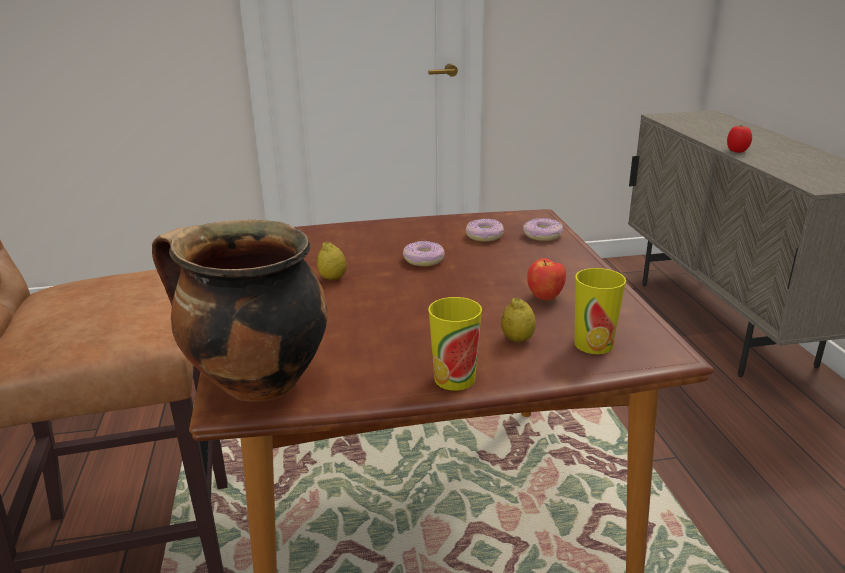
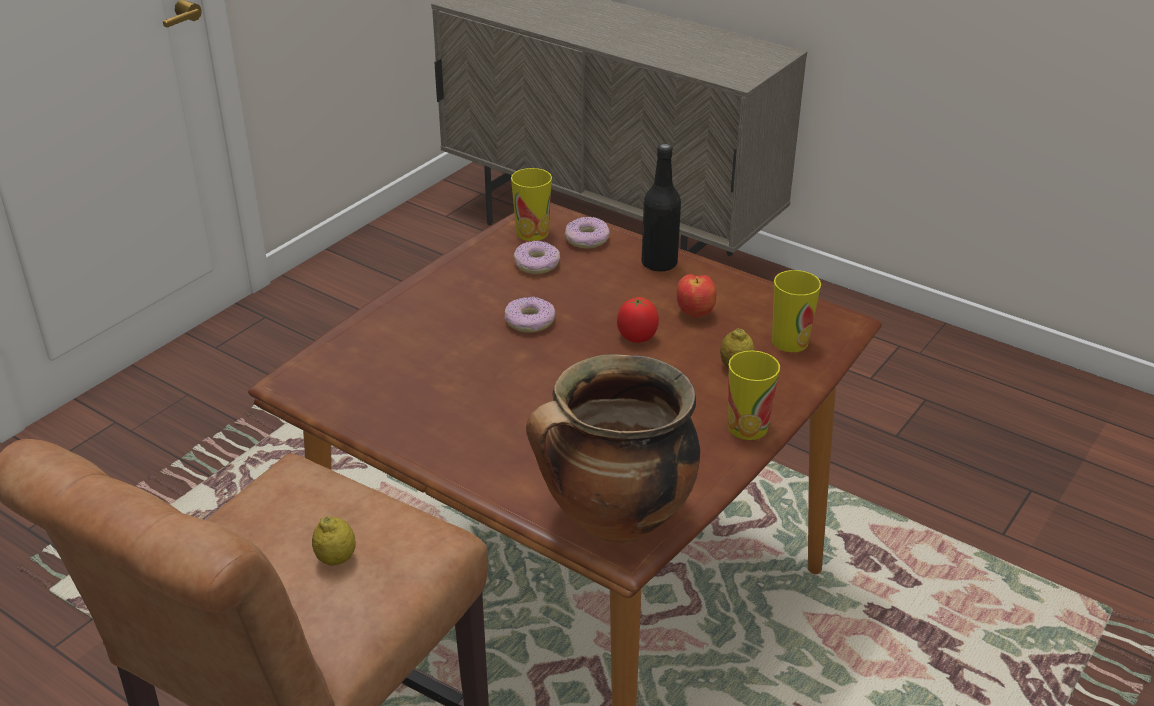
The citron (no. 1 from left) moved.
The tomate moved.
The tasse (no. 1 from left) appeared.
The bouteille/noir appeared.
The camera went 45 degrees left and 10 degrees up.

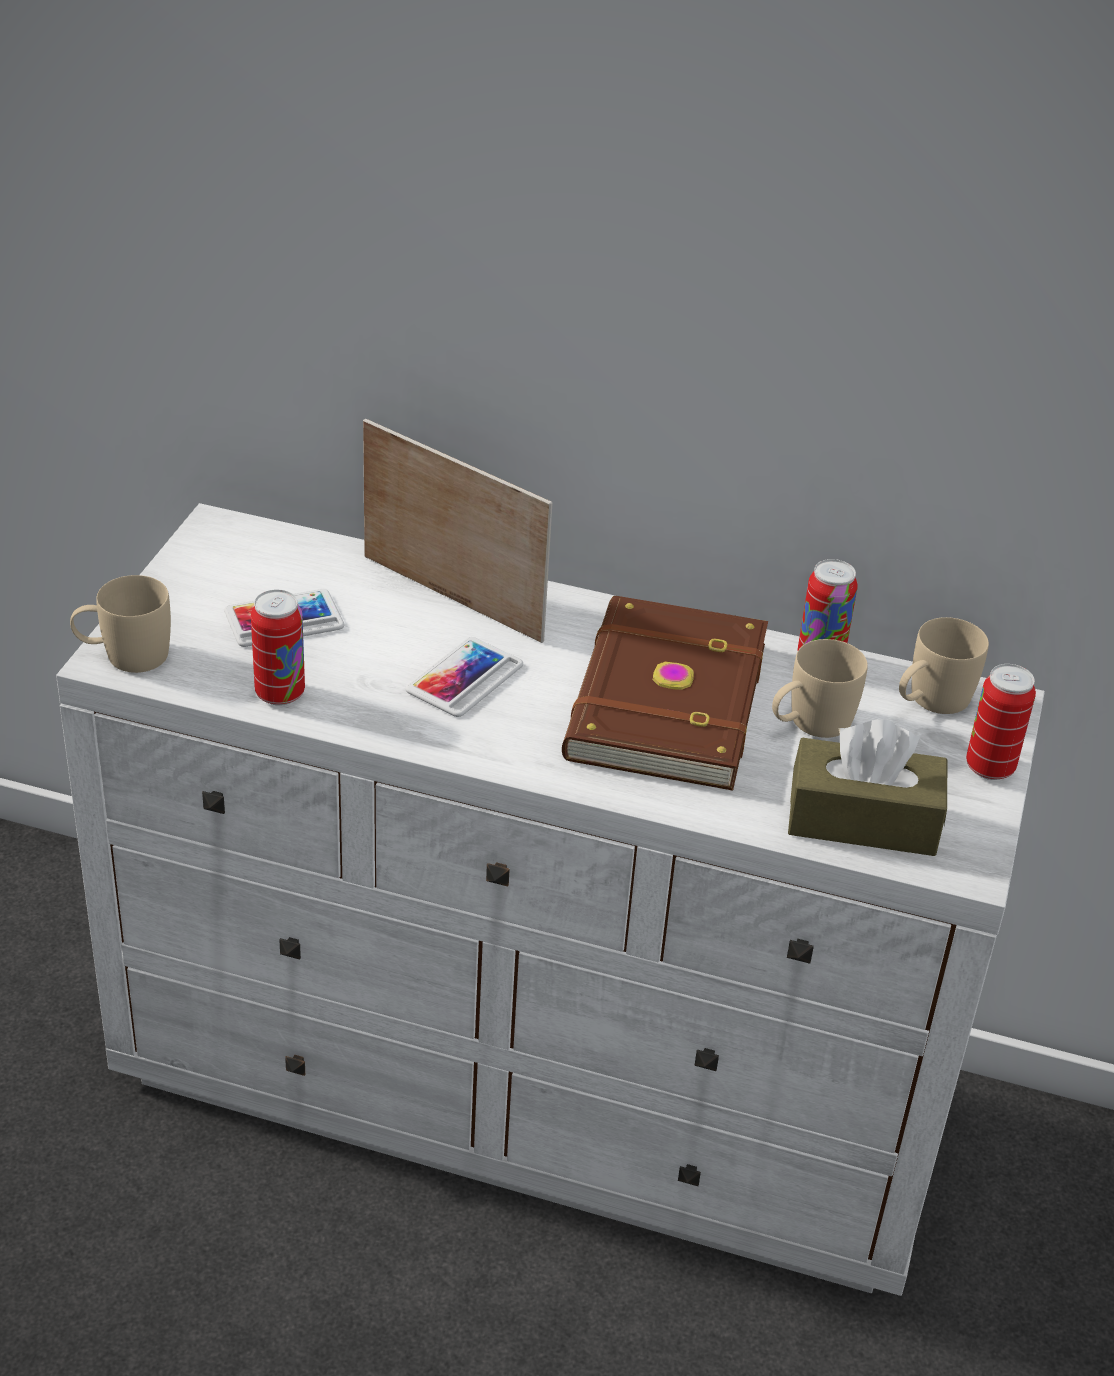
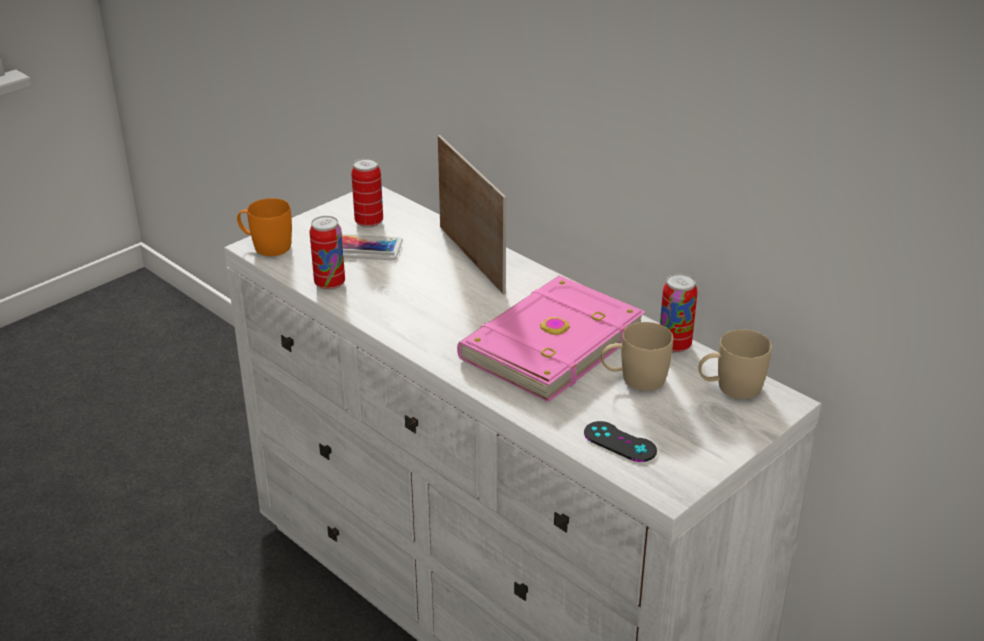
The mug/beige (no. 1 from left) became the mug/orange.
The téléphone (no. 2 from left) disappeared.
The livre/marron became the livre/rose.
The boîte à mouchoirs/marron was replaced by the manette/noir.
The boîte métallique (no. 3 from left in the first image) moved.
The camera went 30 degrees right and 5 degrees down.

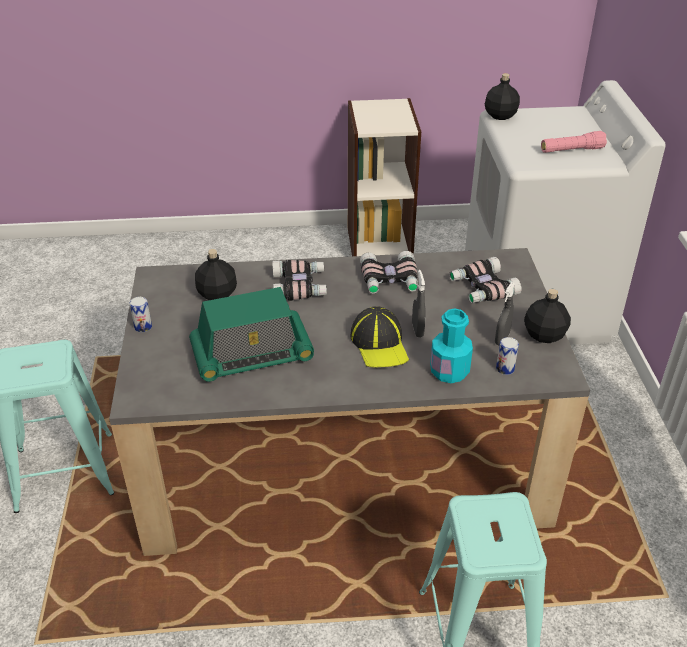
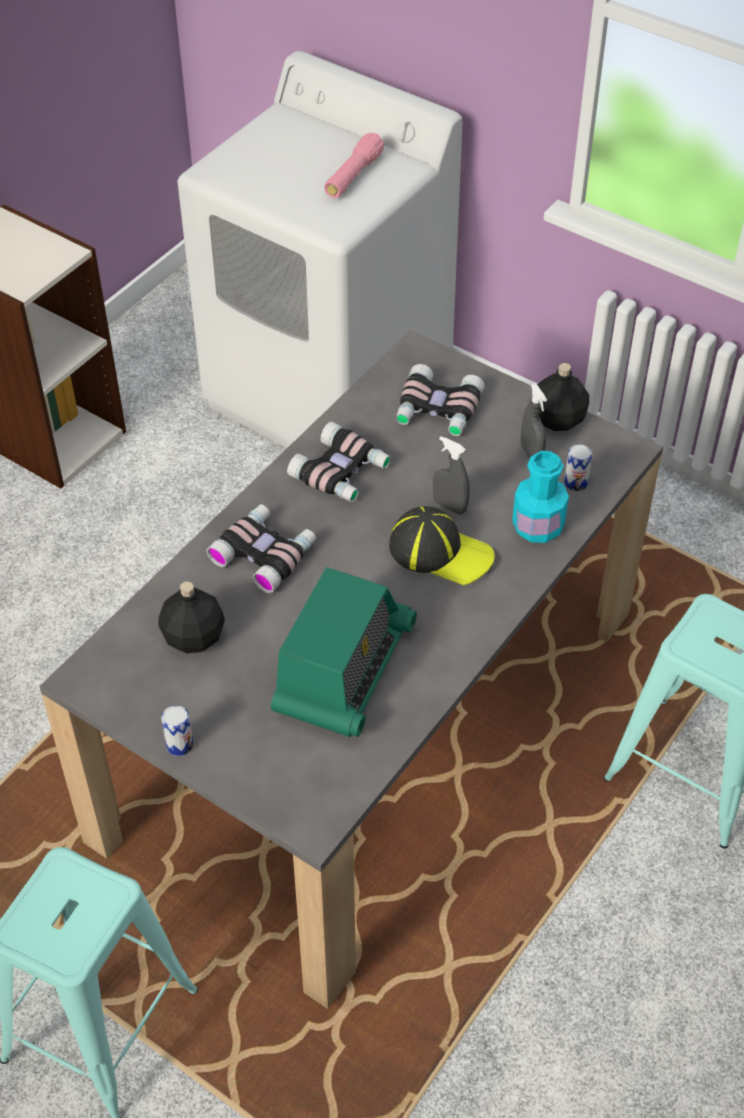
The bouteille/noir (no. 2 from left) disappeared.
The camera went 50 degrees left and 10 degrees up.

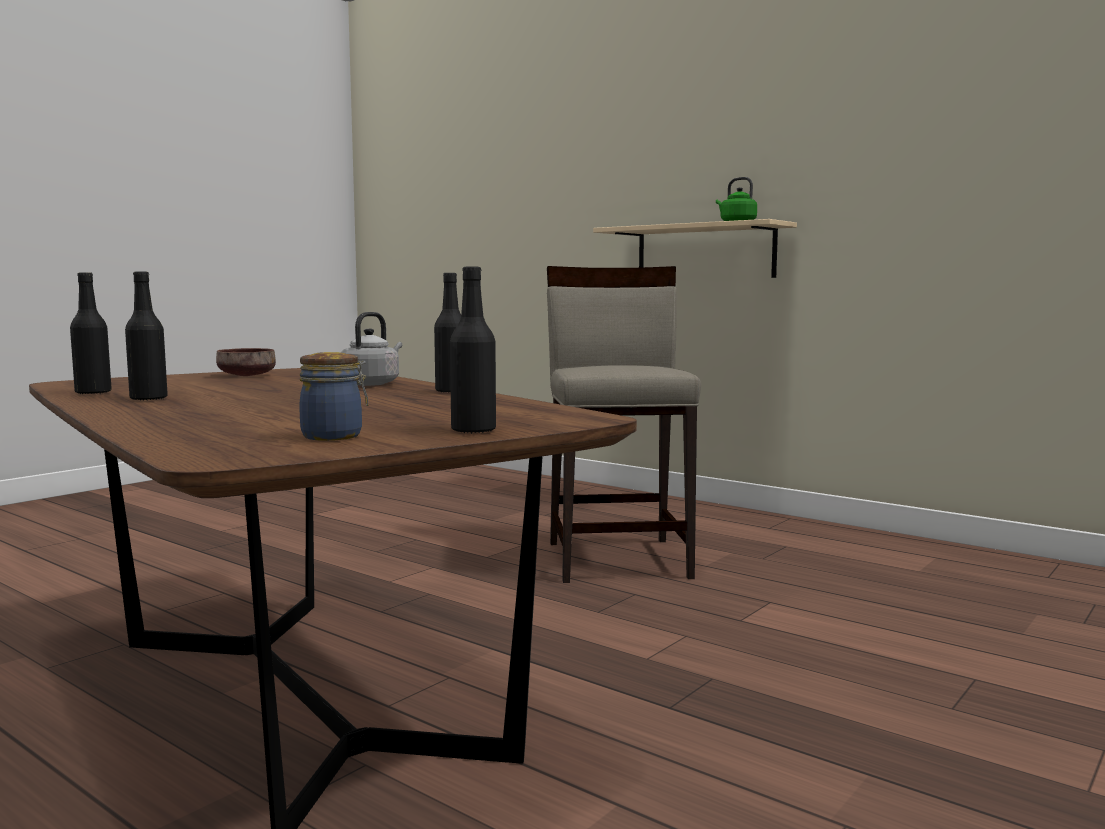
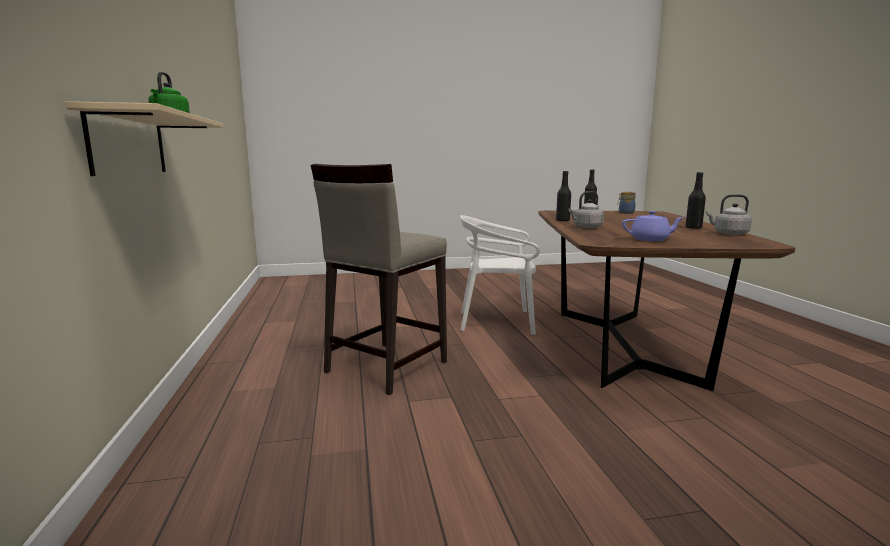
The bouteille/noir (no. 1 from left) was replaced by the bouilloire/gris (no. 2 from left).
The bol/marron was replaced by the théière/violet.
The chaise/blanc appeared.
The camera went 140 degrees left and 5 degrees up.

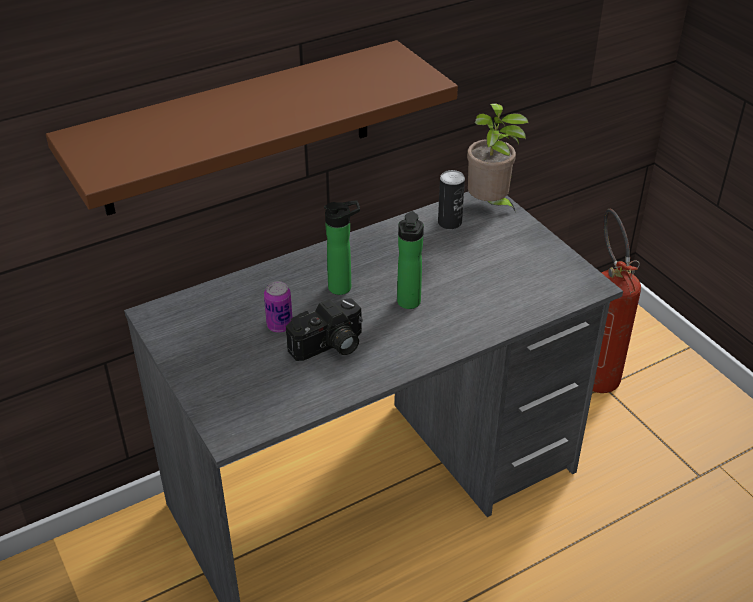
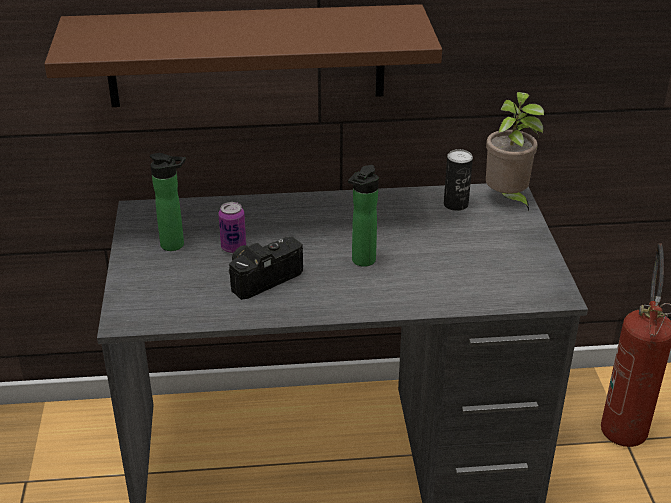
The appareil photo turned 150 degrees clockwise.
The bouteille (no. 1 from left) moved.
The camera went 25 degrees right and 5 degrees down.

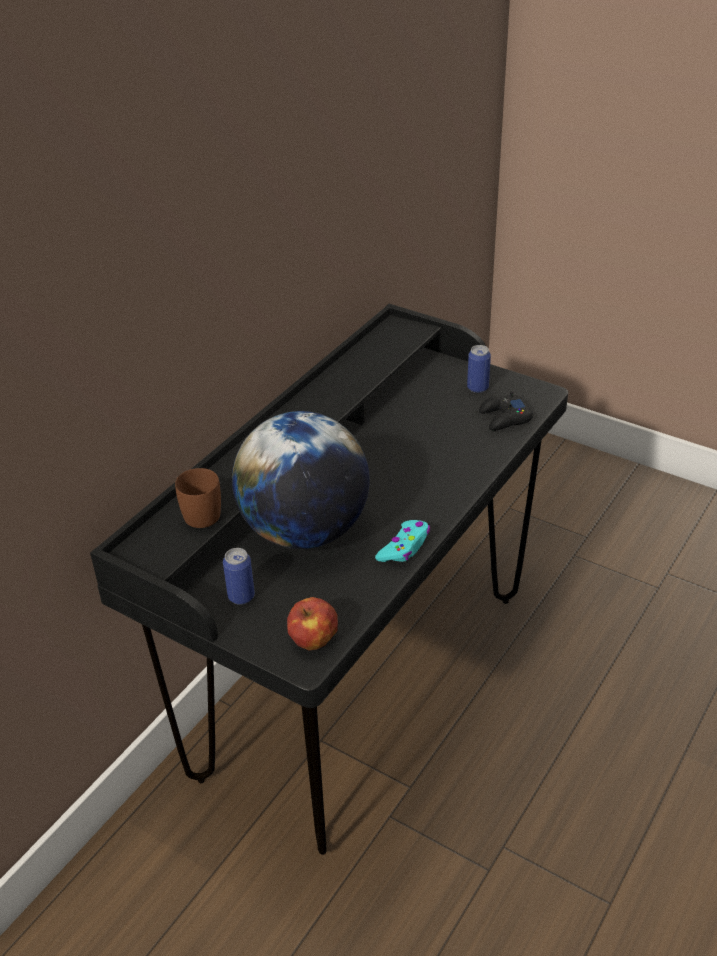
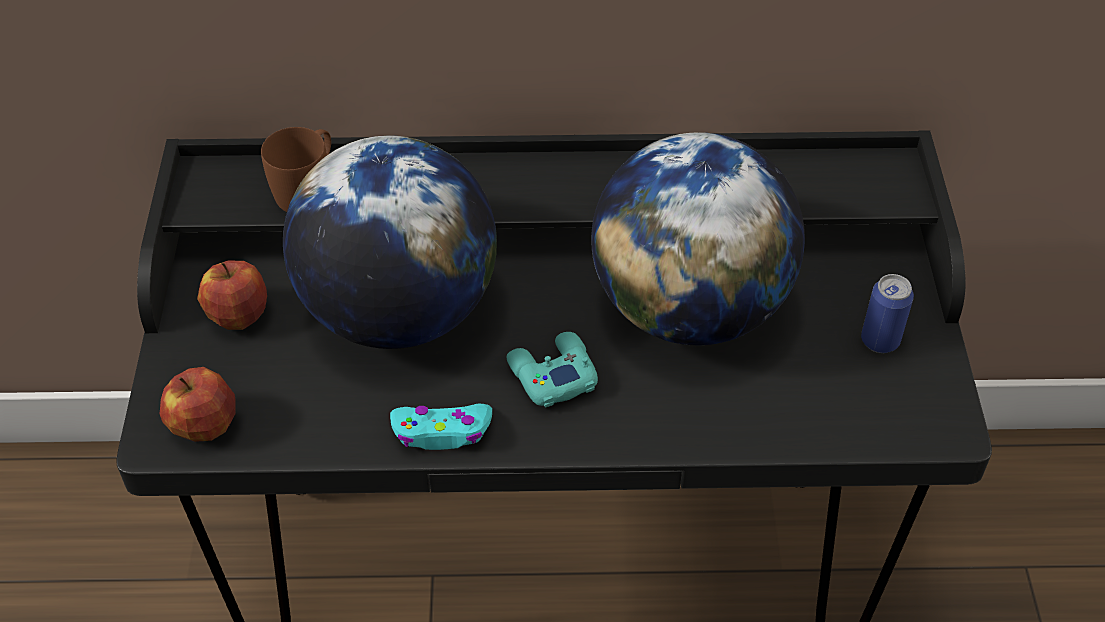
The boîte métallique (no. 1 from left) was replaced by the pomme (no. 2 from left).
The manette/noir disappeared.
The manette/turquoise (no. 2 from left) appeared.
The globe (no. 2 from left) appeared.
The camera went 55 degrees right and 10 degrees up.

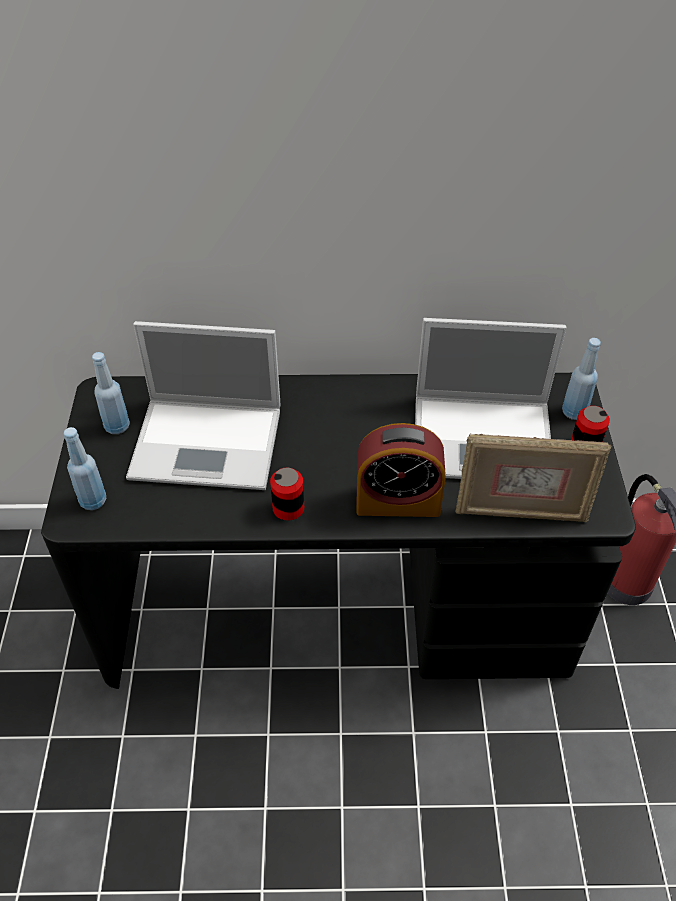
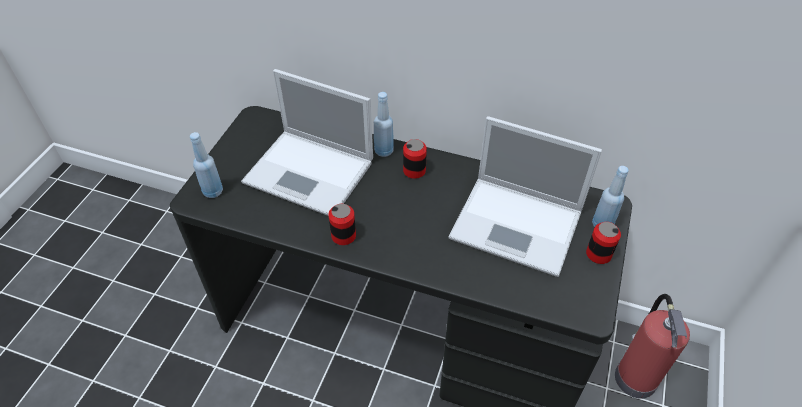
The bouteille/bleu (no. 2 from left) moved.
The réveil disappeared.
The cadre photo disappeared.
The boîte métallique (no. 2 from left) appeared.
The camera went 20 degrees right and 0 degrees up.

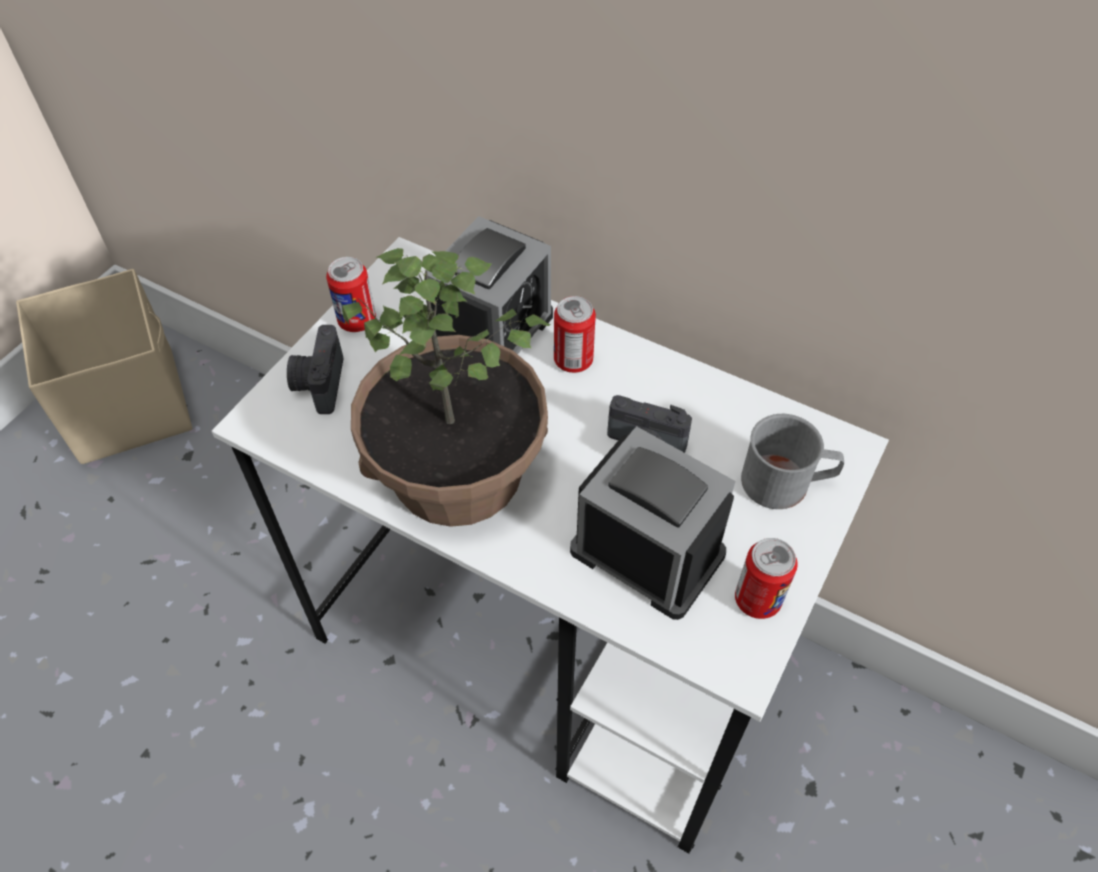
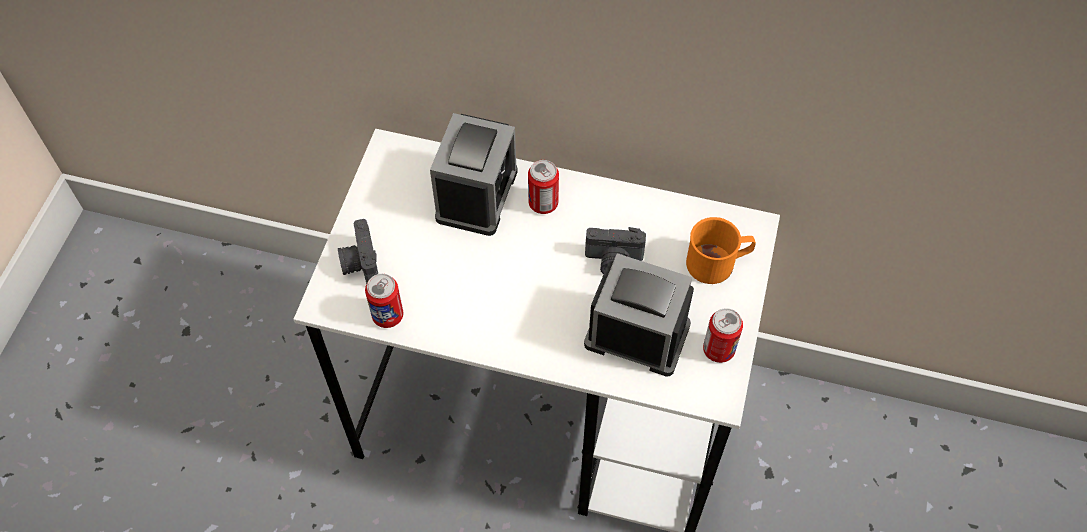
The boîte de rangement/beige disappeared.
The boîte métallique (no. 1 from left) moved.
The plante en pot disappeared.
The mug/gris became the mug/orange.
The camera went 15 degrees left and 5 degrees up.

